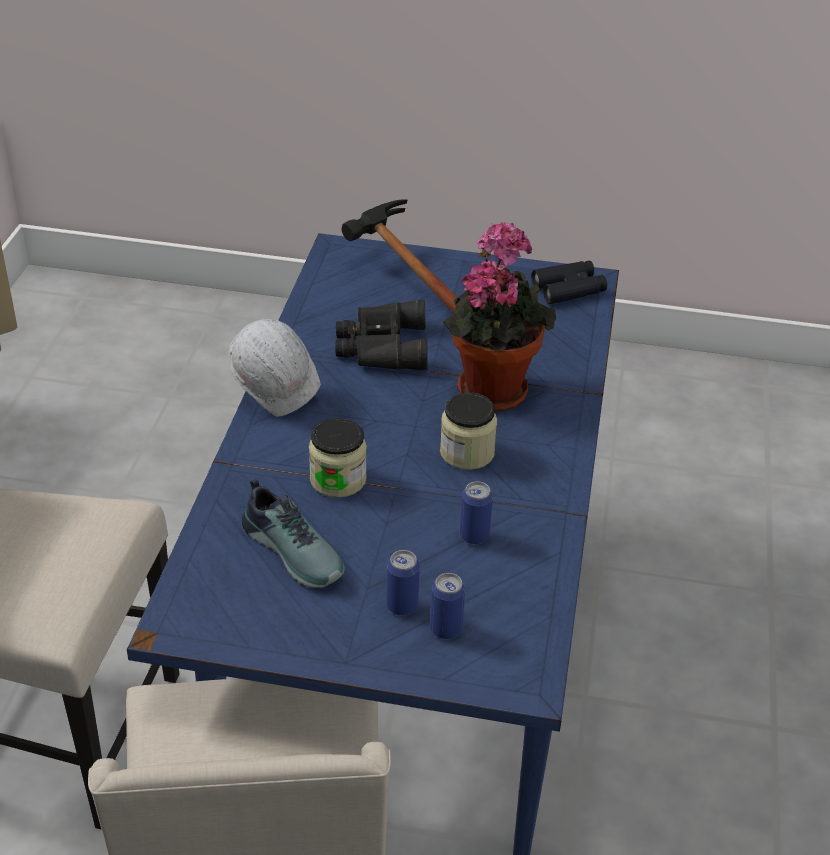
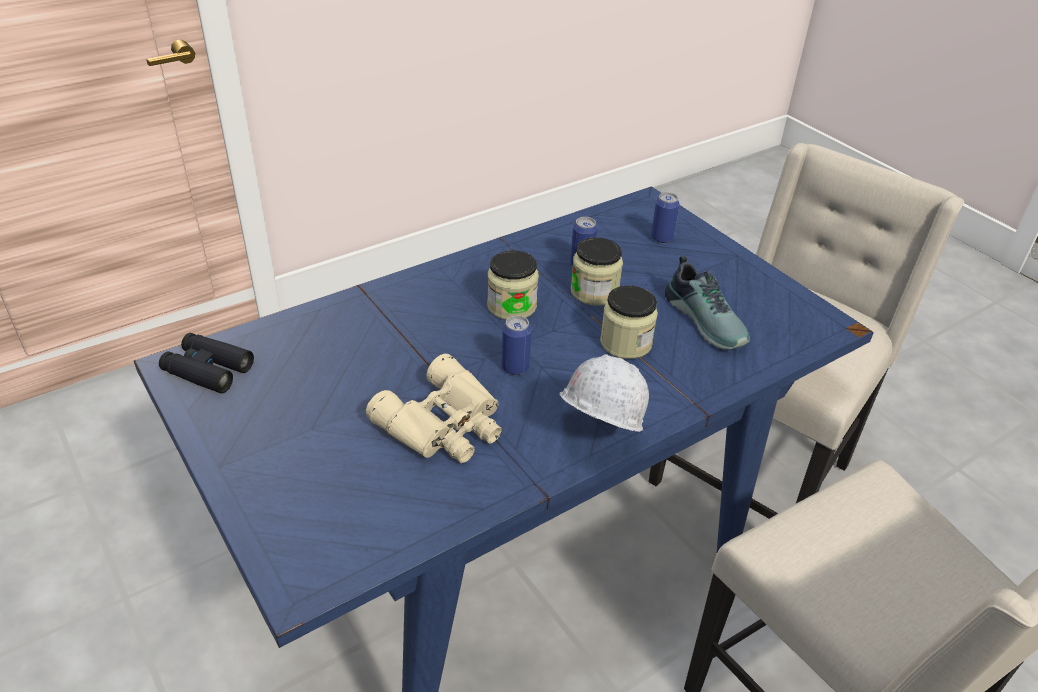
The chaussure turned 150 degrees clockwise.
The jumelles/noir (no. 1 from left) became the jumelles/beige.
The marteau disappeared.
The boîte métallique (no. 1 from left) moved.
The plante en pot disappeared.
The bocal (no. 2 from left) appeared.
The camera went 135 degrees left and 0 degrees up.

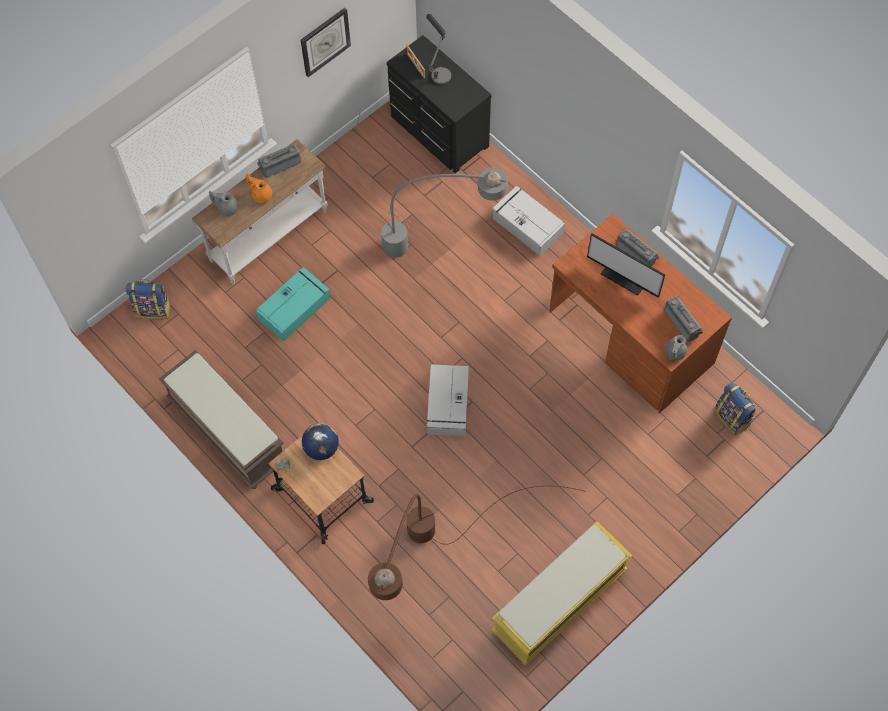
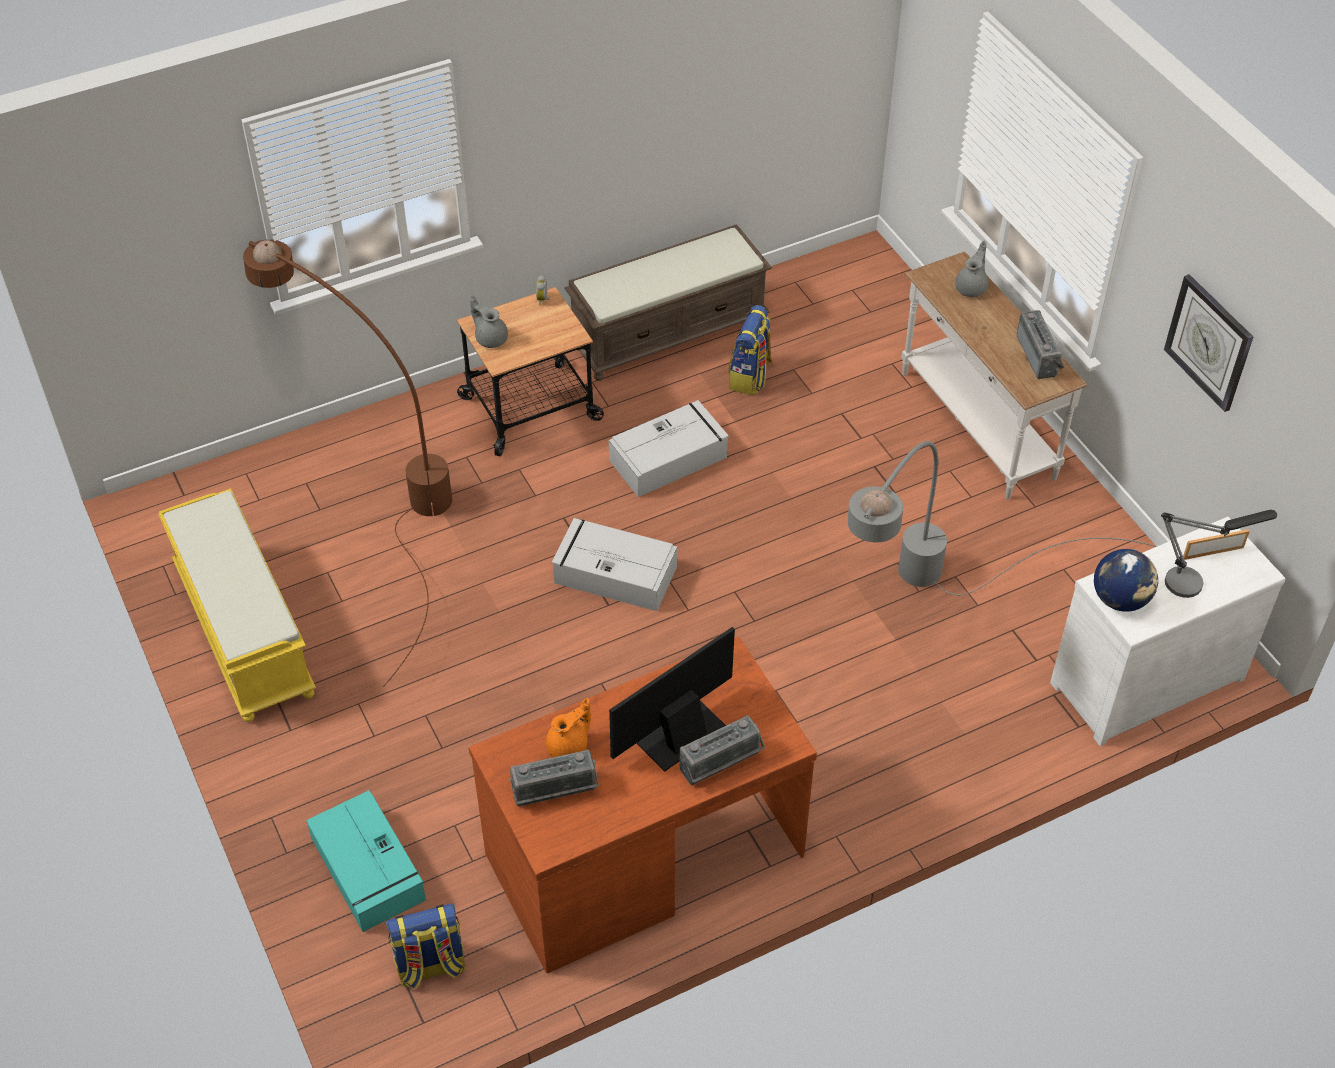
The sac à dos (no. 1 from left in the first image) moved.
The théière/orange moved.
The boîte de rangement/turquoise moved.
The globe moved.
The commode/noir became the commode/blanc.
The boîte de rangement/gris (no. 2 from left) moved.
The théière/gris (no. 2 from left in the first image) moved.
The camera went 105 degrees right and 15 degrees down.

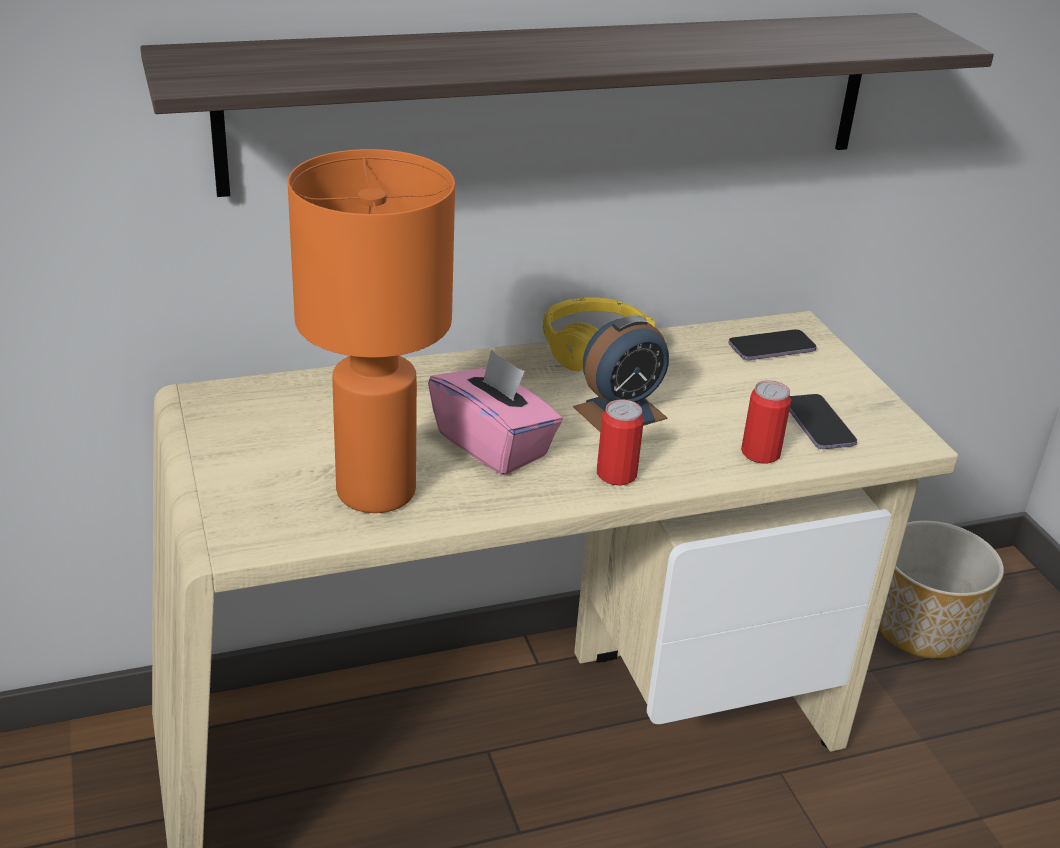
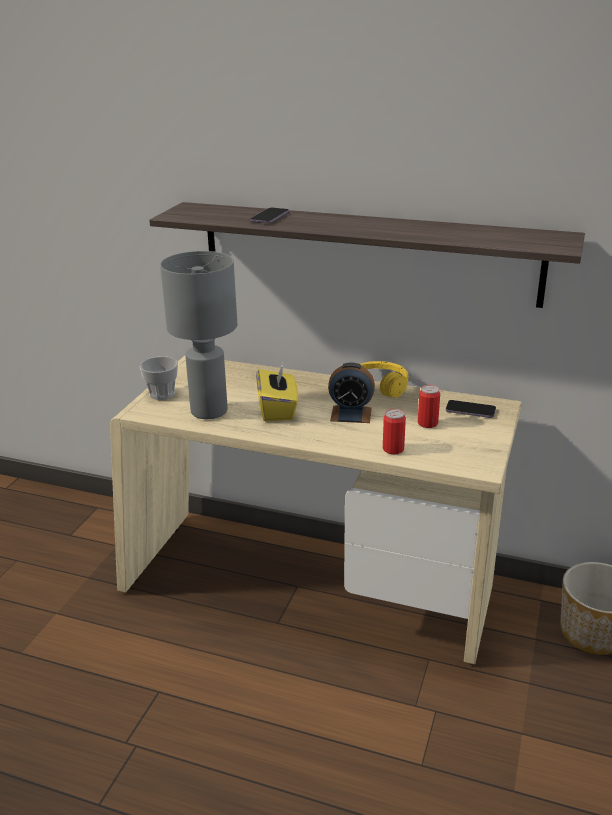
The lampe de table/orange became the lampe de table/gris.
The boîte à mouchoirs/rose became the boîte à mouchoirs/jaune.
The boîte métallique (no. 1 from left in the first image) moved.
The téléphone (no. 2 from left in the first image) moved.
The tasse appeared.
The camera went 40 degrees right and 5 degrees down.

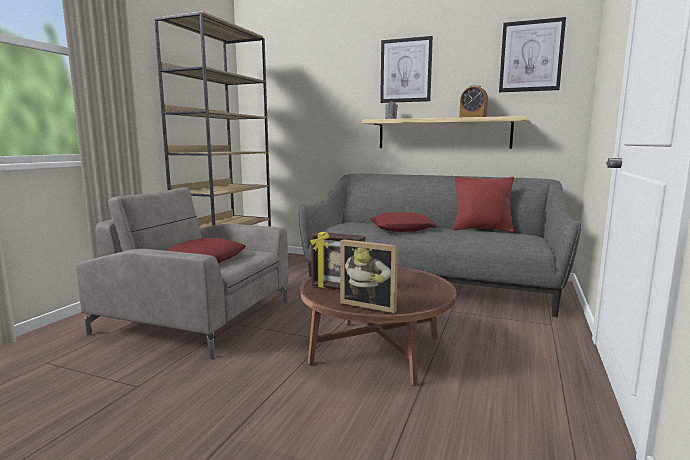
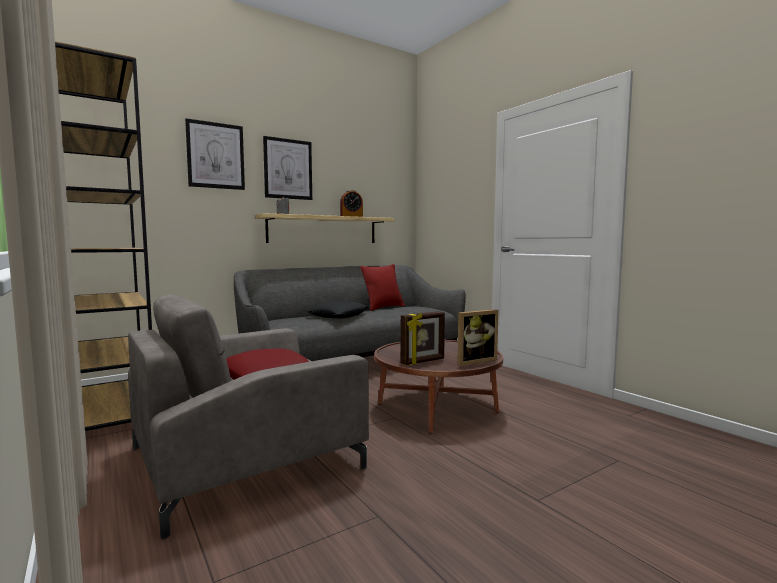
The coussin/rouge (no. 2 from left) became the coussin/noir.
The tableau (no. 2 from left in the first image) moved.
The camera went 55 degrees left and 5 degrees down.

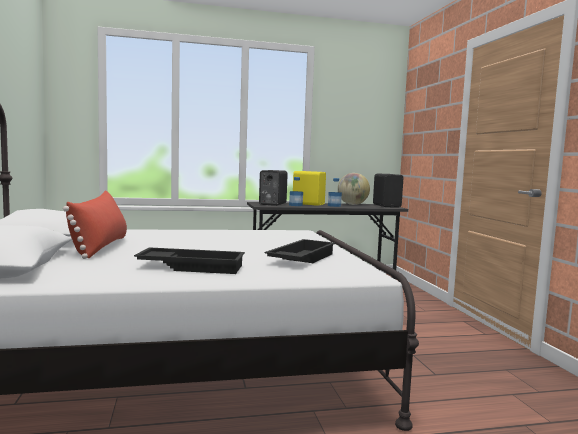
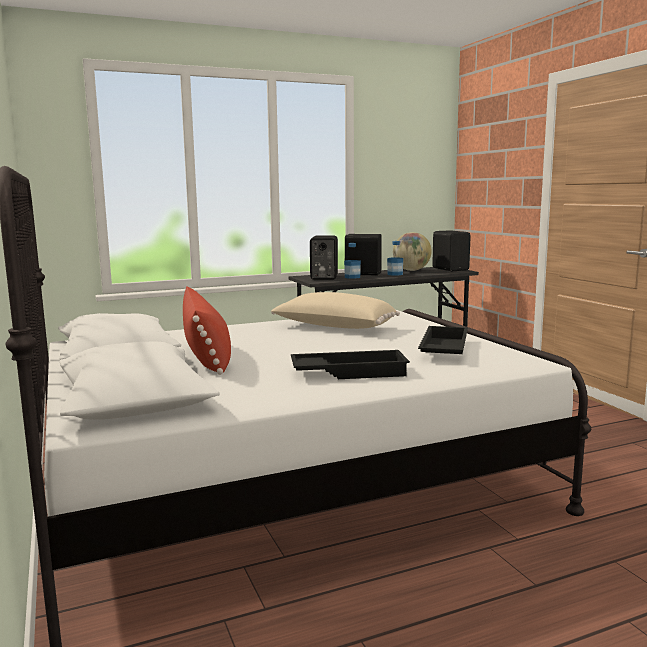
The enceinte/jaune became the enceinte/noir (no. 2 from left).
The coussin/beige appeared.
The camera went 10 degrees left and 5 degrees up.

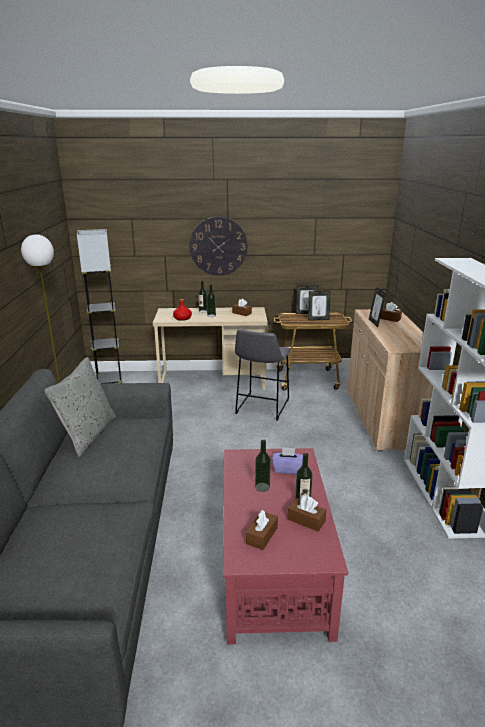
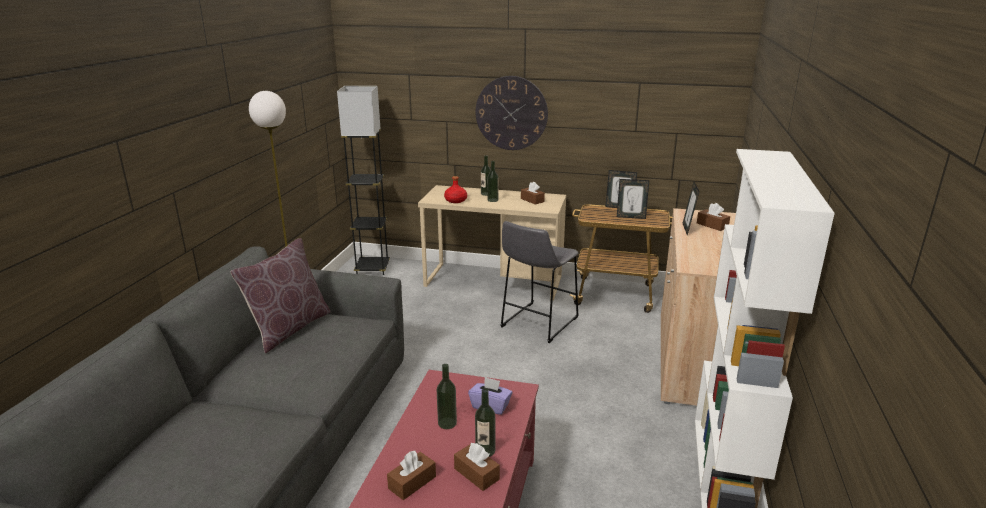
The coussin/gris became the coussin/marron.
The camera went 15 degrees right and 0 degrees up.

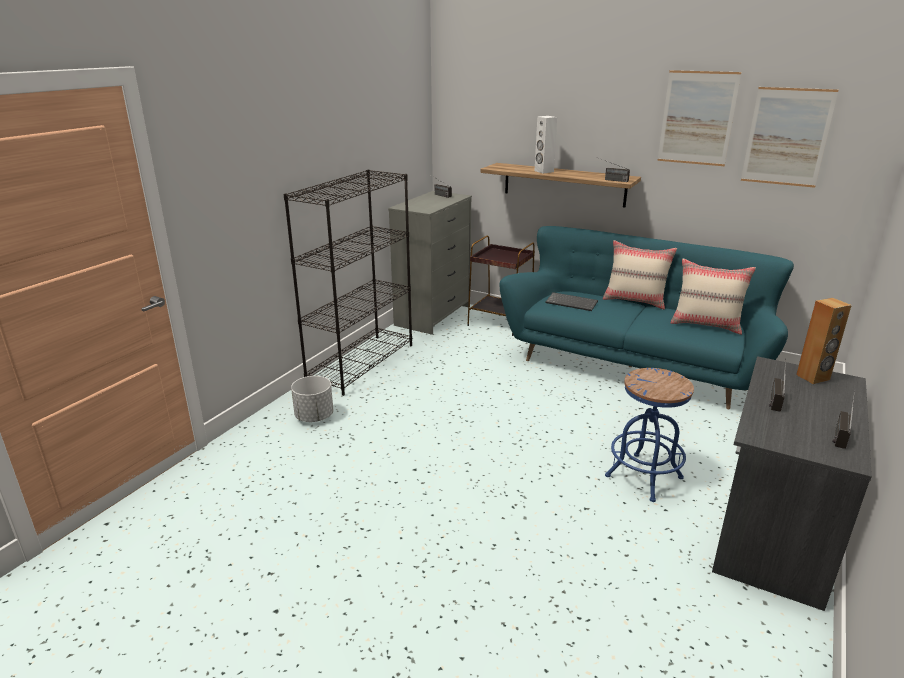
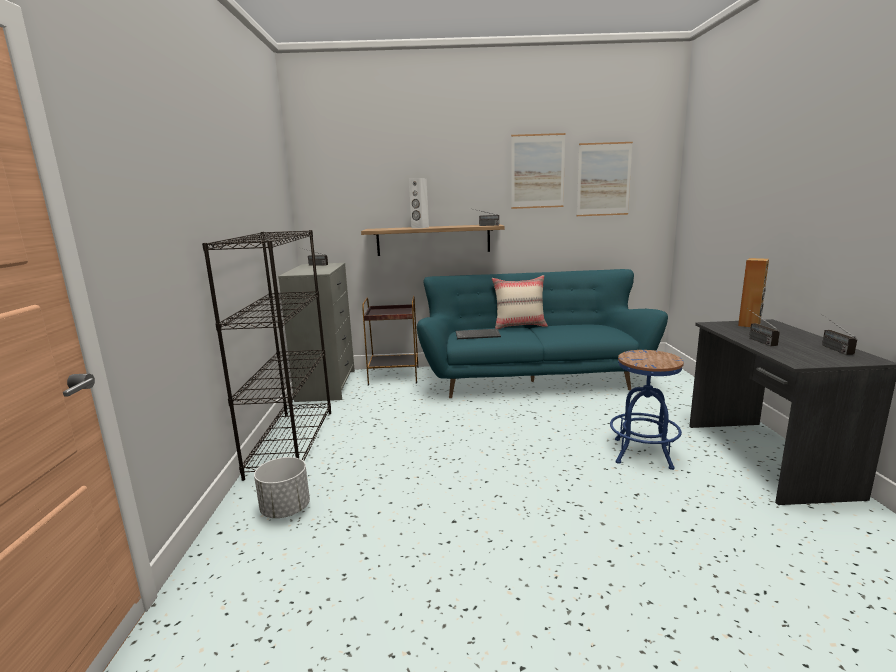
The coussin/beige (no. 2 from left) disappeared.
The camera went 30 degrees left and 10 degrees down.

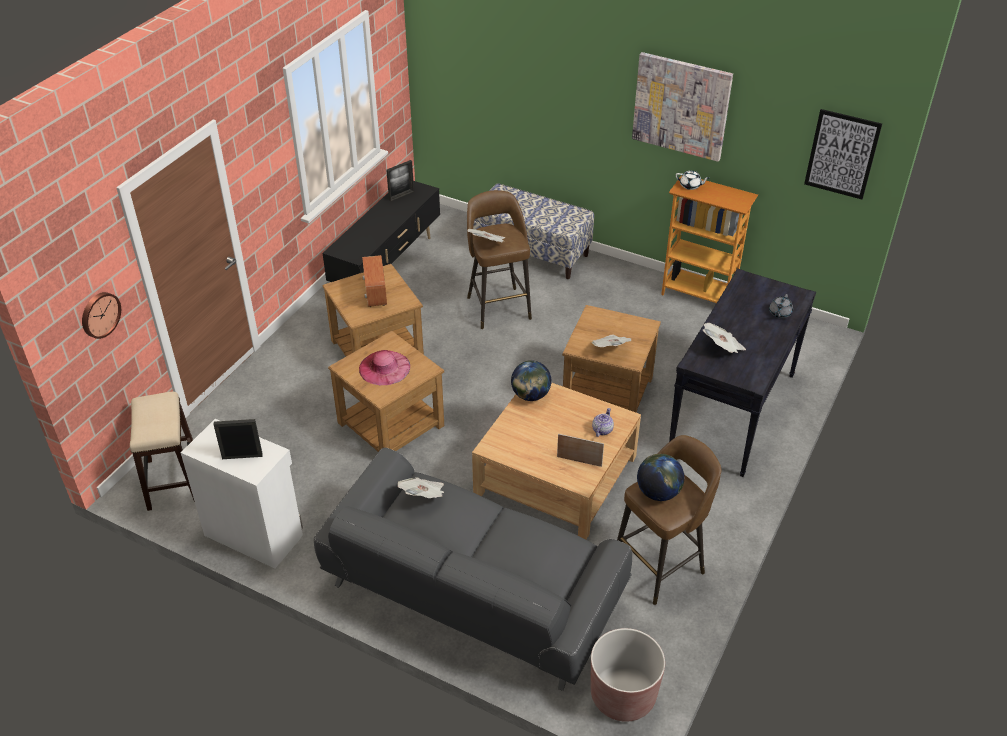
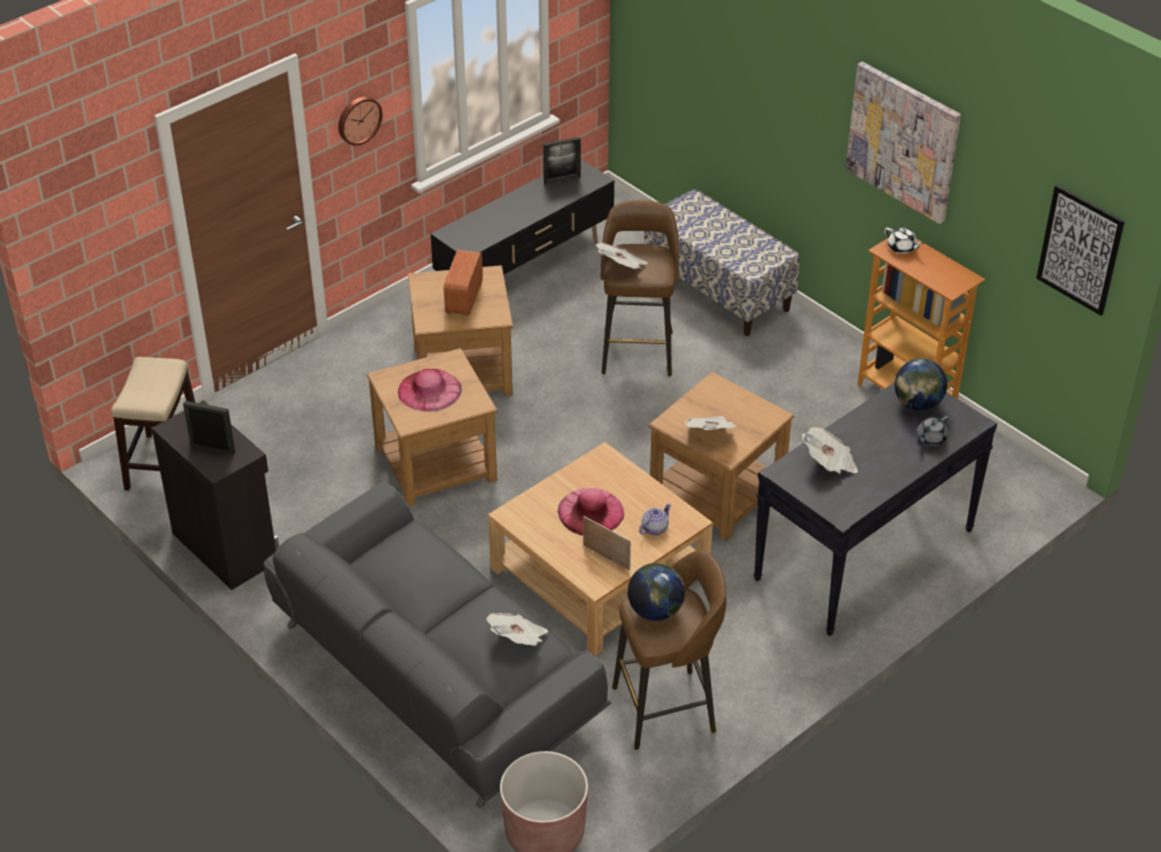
The horloge murale moved.
The meuble de rangement/blanc became the meuble de rangement/noir.
The journal (no. 1 from left) moved.
The globe (no. 1 from left in the first image) moved.
The chapeau/rose (no. 2 from left) appeared.
The camera went 20 degrees right and 0 degrees up.

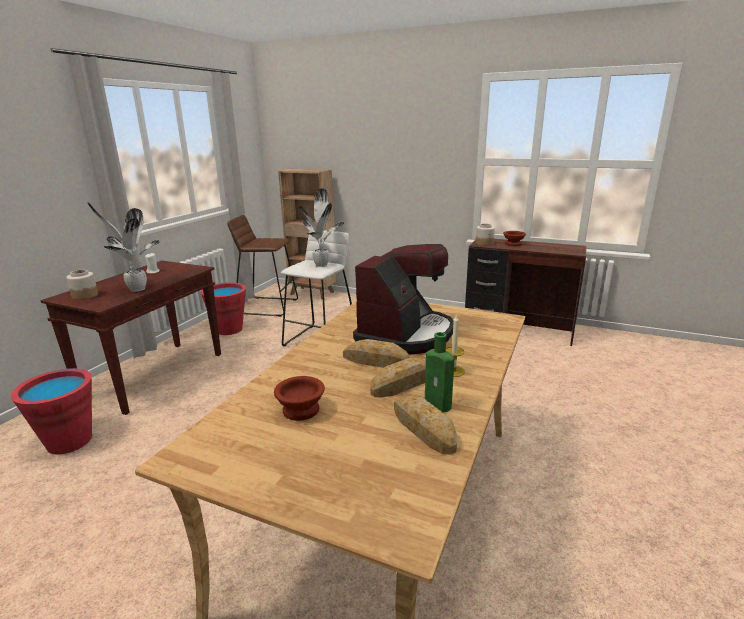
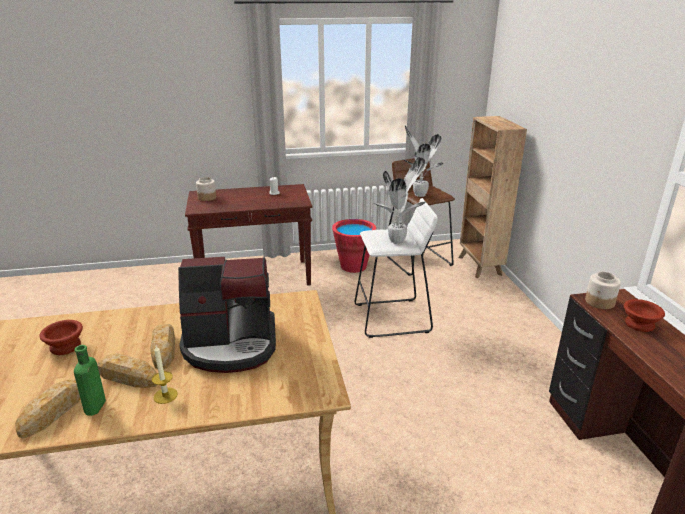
The seau/rouge (no. 1 from left) disappeared.
The plante en pot (no. 1 from left in the first image) moved.
The camera went 55 degrees right and 5 degrees up.

